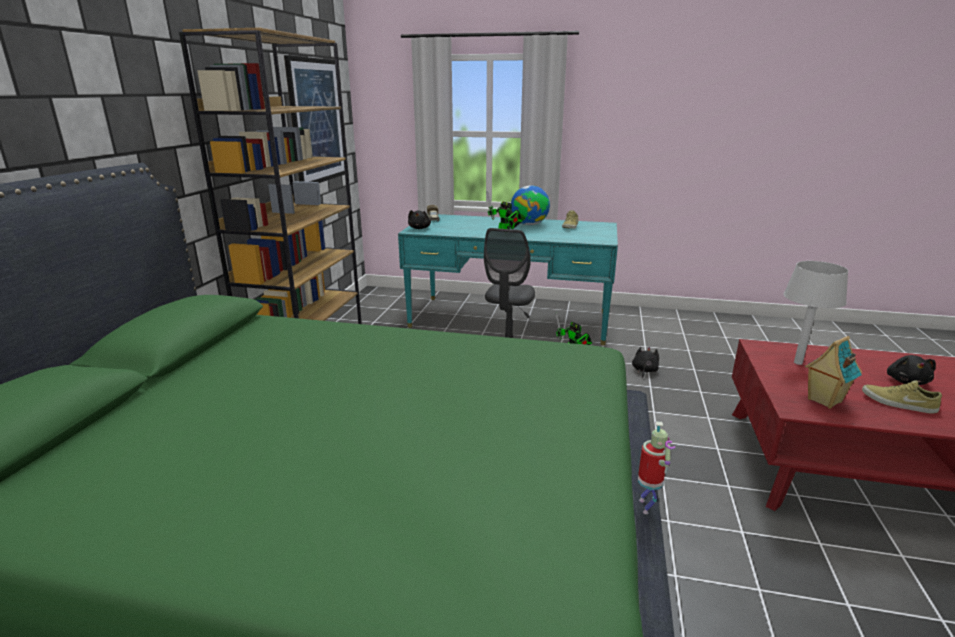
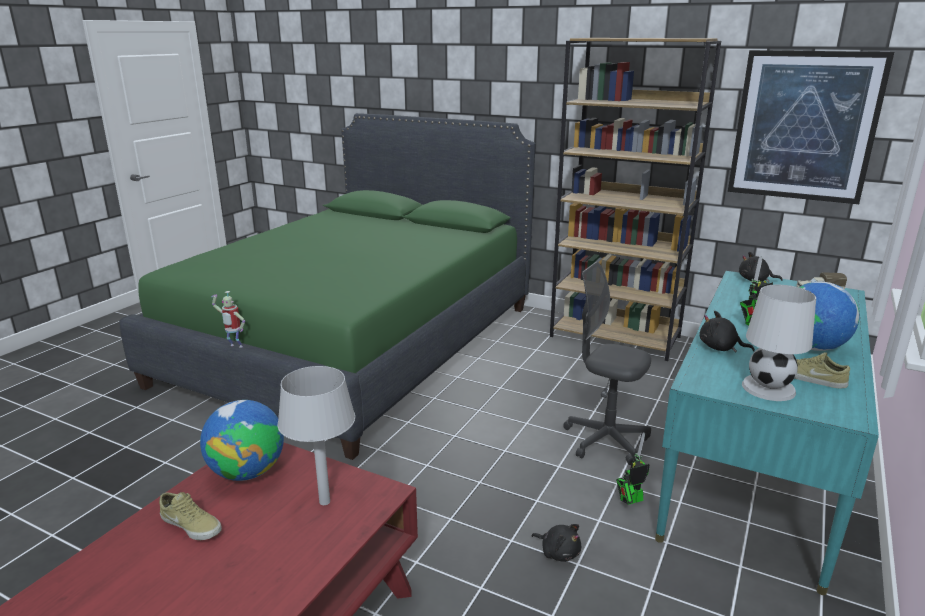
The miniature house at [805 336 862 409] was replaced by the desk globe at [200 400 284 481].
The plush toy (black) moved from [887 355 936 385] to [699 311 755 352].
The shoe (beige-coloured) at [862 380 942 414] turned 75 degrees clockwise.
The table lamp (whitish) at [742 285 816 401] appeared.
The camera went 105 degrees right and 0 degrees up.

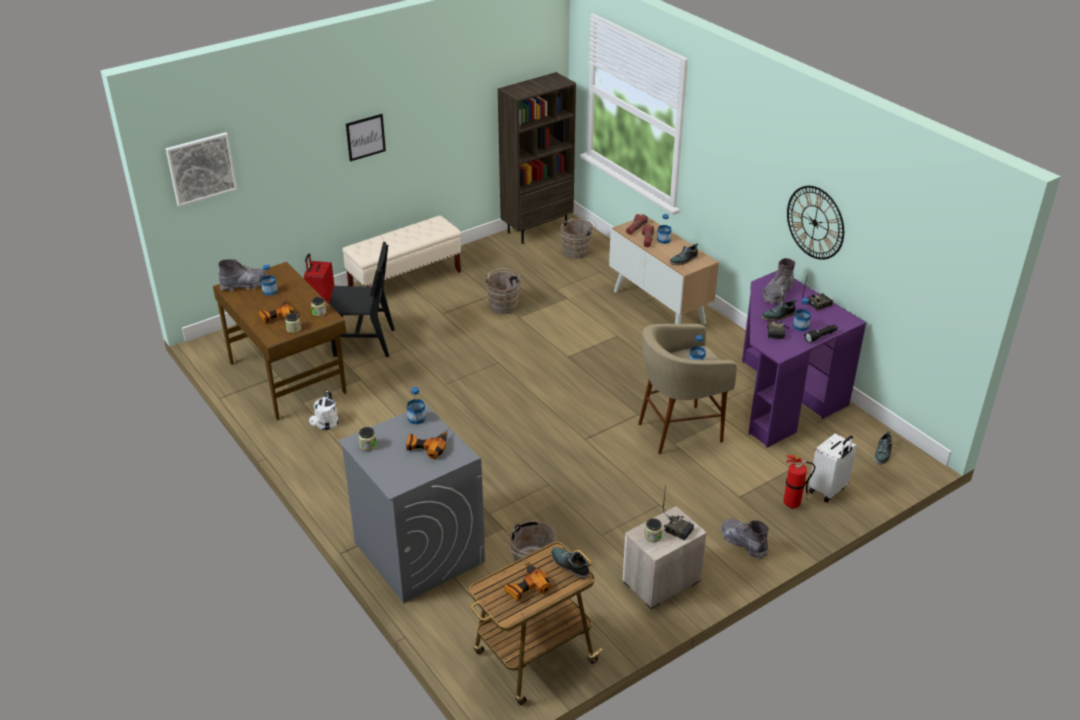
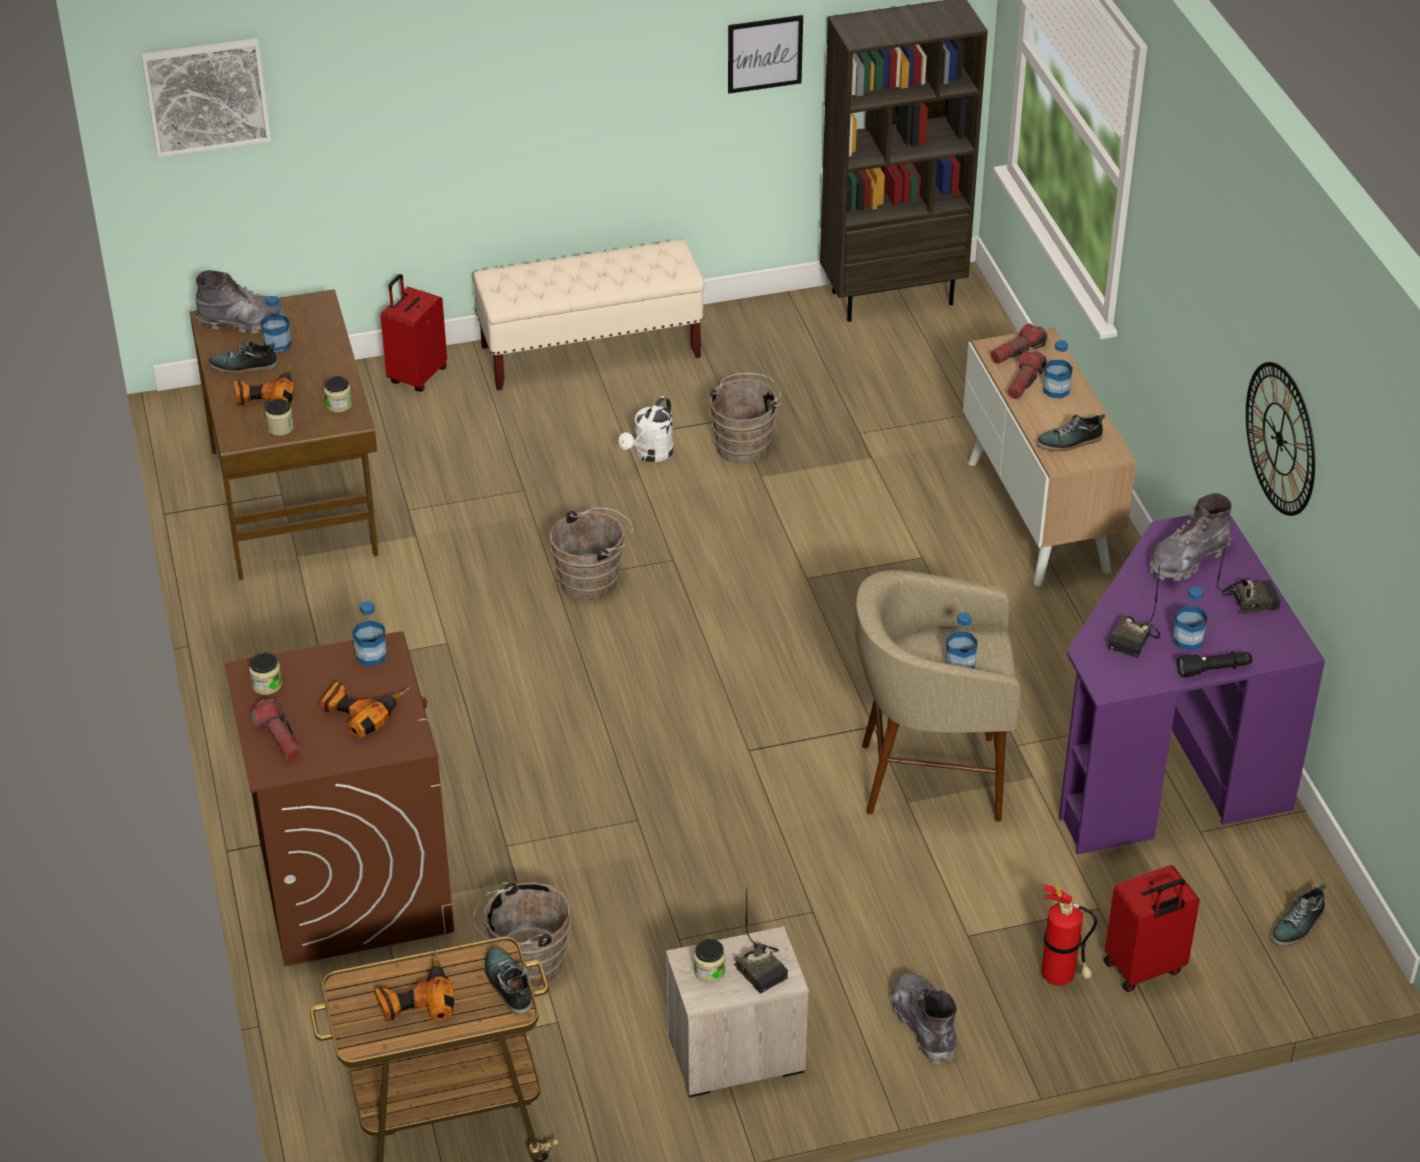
The wall picture moved from [346 114 386 161] to [728 15 803 94].
The water bucket (brownish) moved from [560 217 596 259] to [549 508 633 601].
The upright chair (black) at [329 242 395 357] disappeared.
The shoe moved from [761 299 797 321] to [209 340 277 374].
The watering can (whitish) moved from [309 391 339 430] to [619 396 674 462].
The laundry machine (grey) at [338 404 485 603] became the laundry machine (brownish) at [225 631 454 966].
The piece of luggage (whitish) at [809 433 857 503] became the piece of luggage (red-coloured) at [1104 865 1200 992].
The hand torch at [250 698 302 761] appeared.
The camera went 20 degrees right and 5 degrees up.

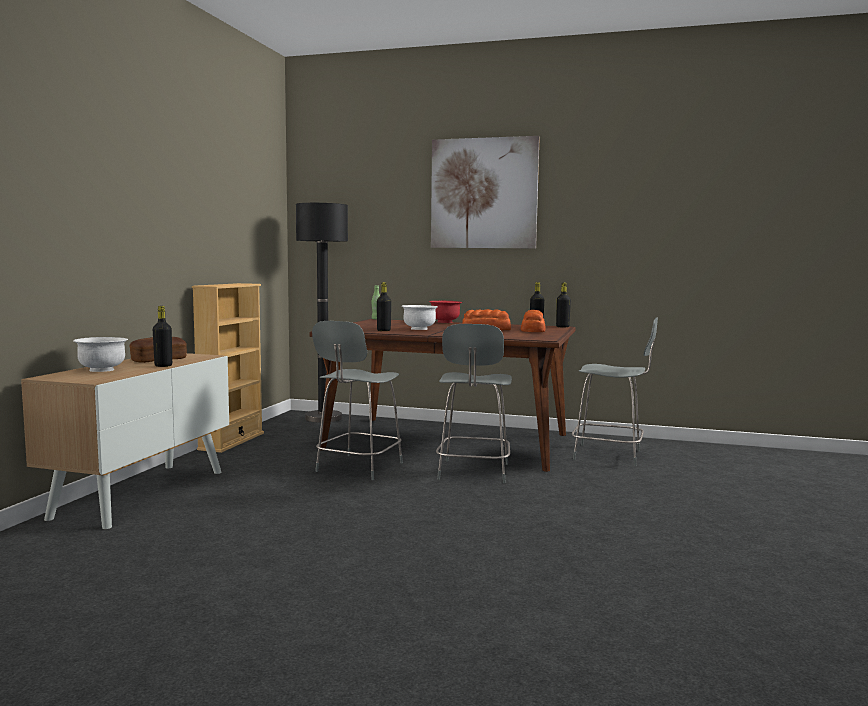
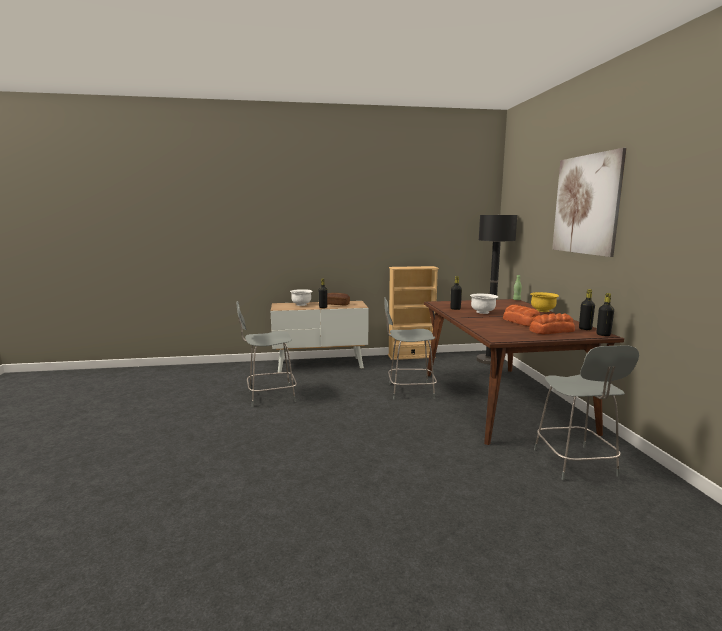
The serving bowl (red-coloured) at [429 301 462 323] became the serving bowl (yellowish) at [530 292 559 312].
The upright chair (grey) moved from [436 324 512 483] to [236 301 297 407].
The camera went 65 degrees right and 5 degrees up.

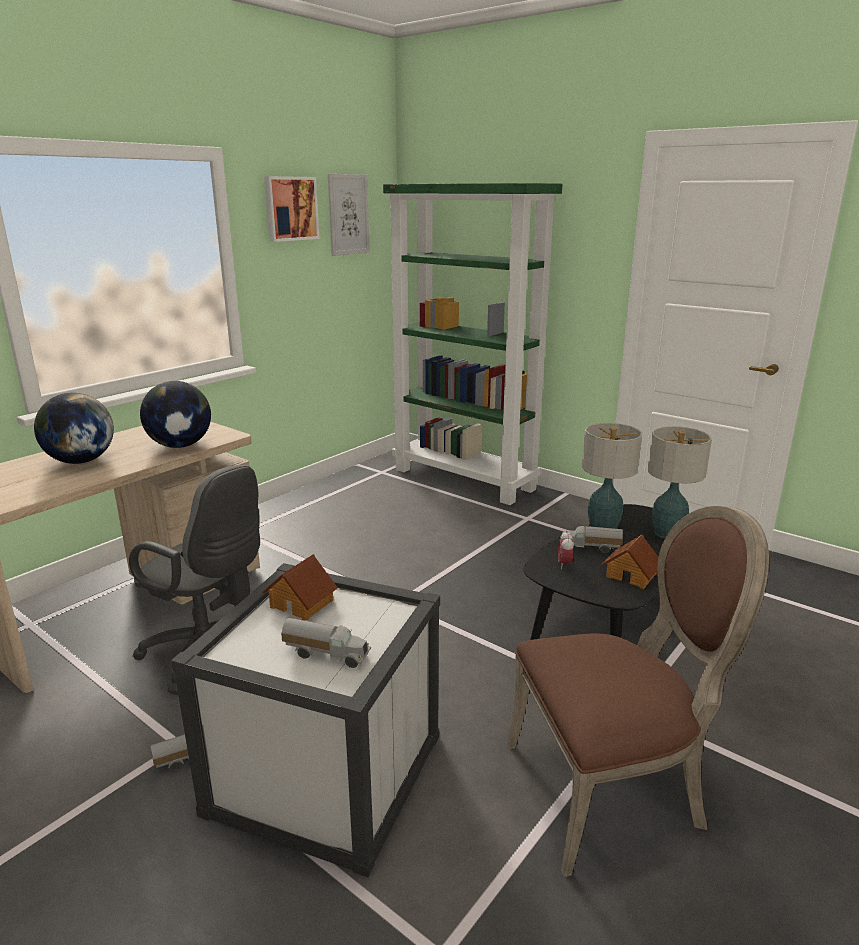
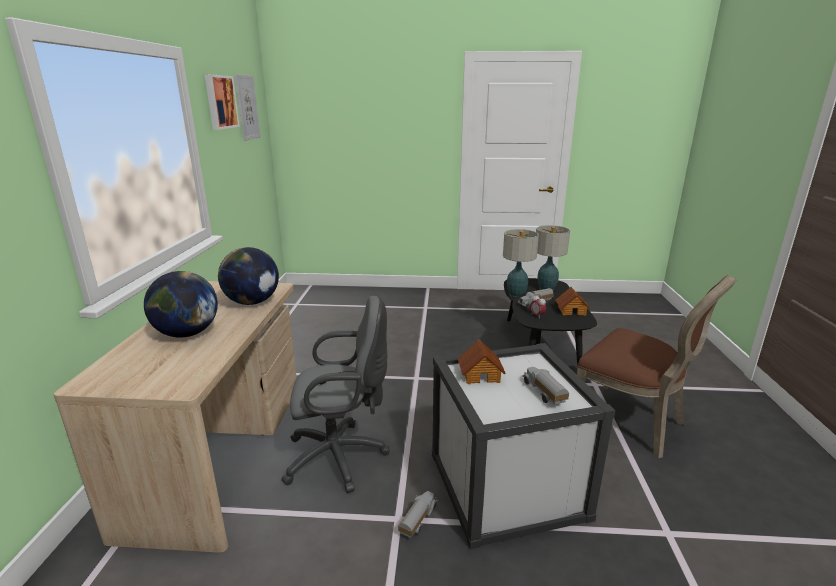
The shelving unit (green-coloured) at [383 183 563 505] disappeared.
The upright chair (brownish) at [507 506 769 877] turned 90 degrees clockwise.
The toy truck at [281 618 371 668] turned 90 degrees counterclockwise.
The camera went 35 degrees left and 0 degrees up.

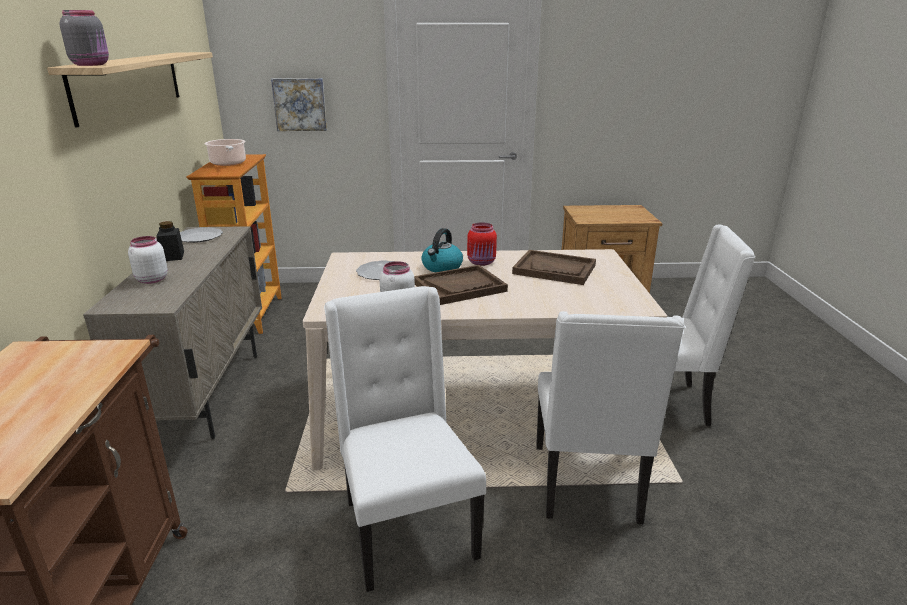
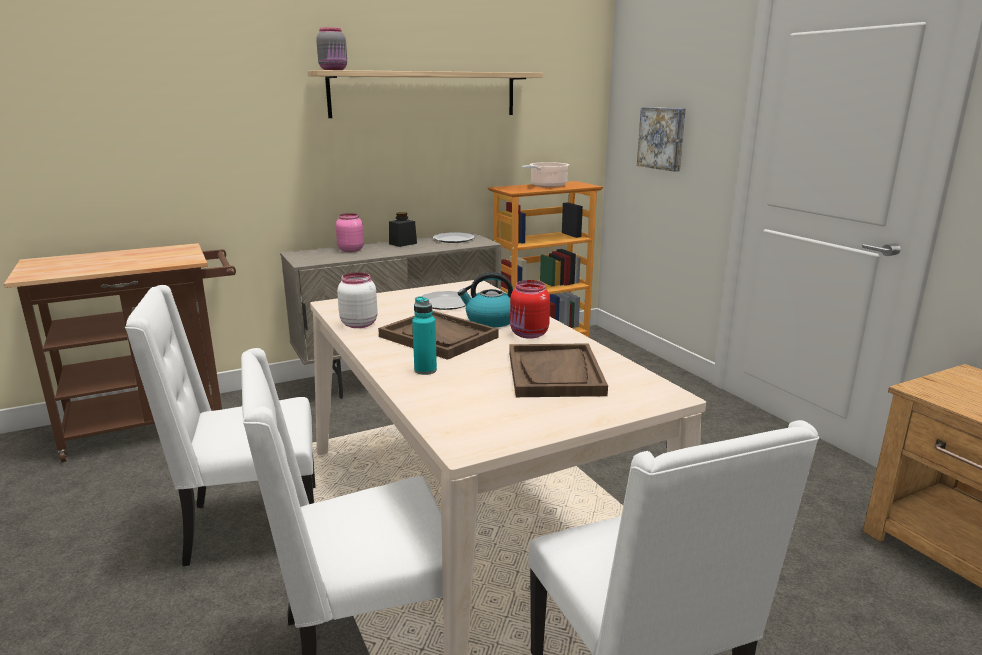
The preserve jar (whitish) at [128 236 168 284] became the preserve jar (pink) at [336 213 364 252].
The upright chair (whitish) at [324 286 486 592] turned 150 degrees counterclockwise.
The beverage bottle (turquoise-coloured) at [412 296 437 375] appeared.
The camera went 65 degrees right and 5 degrees down.

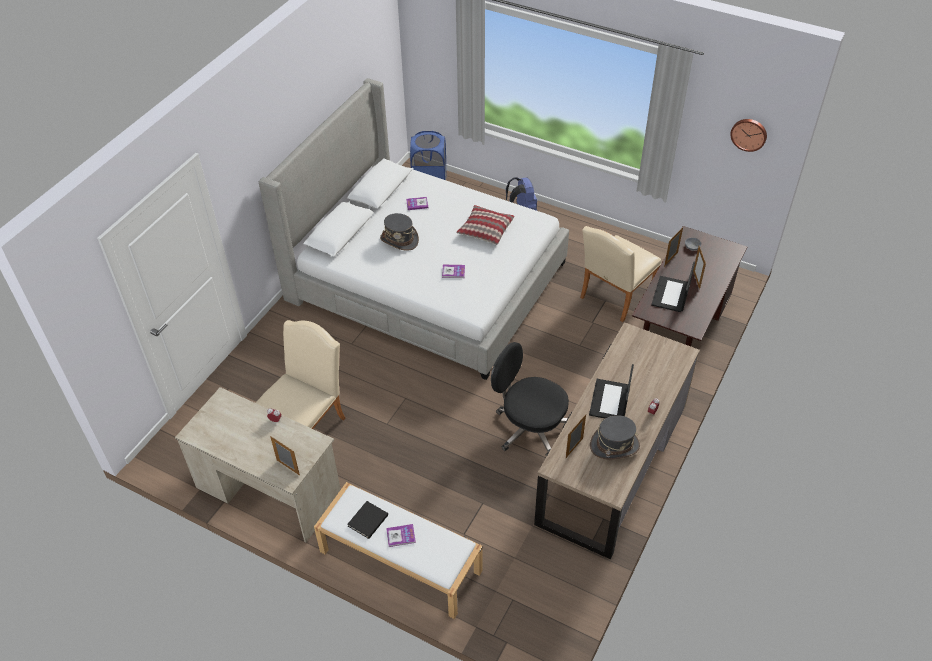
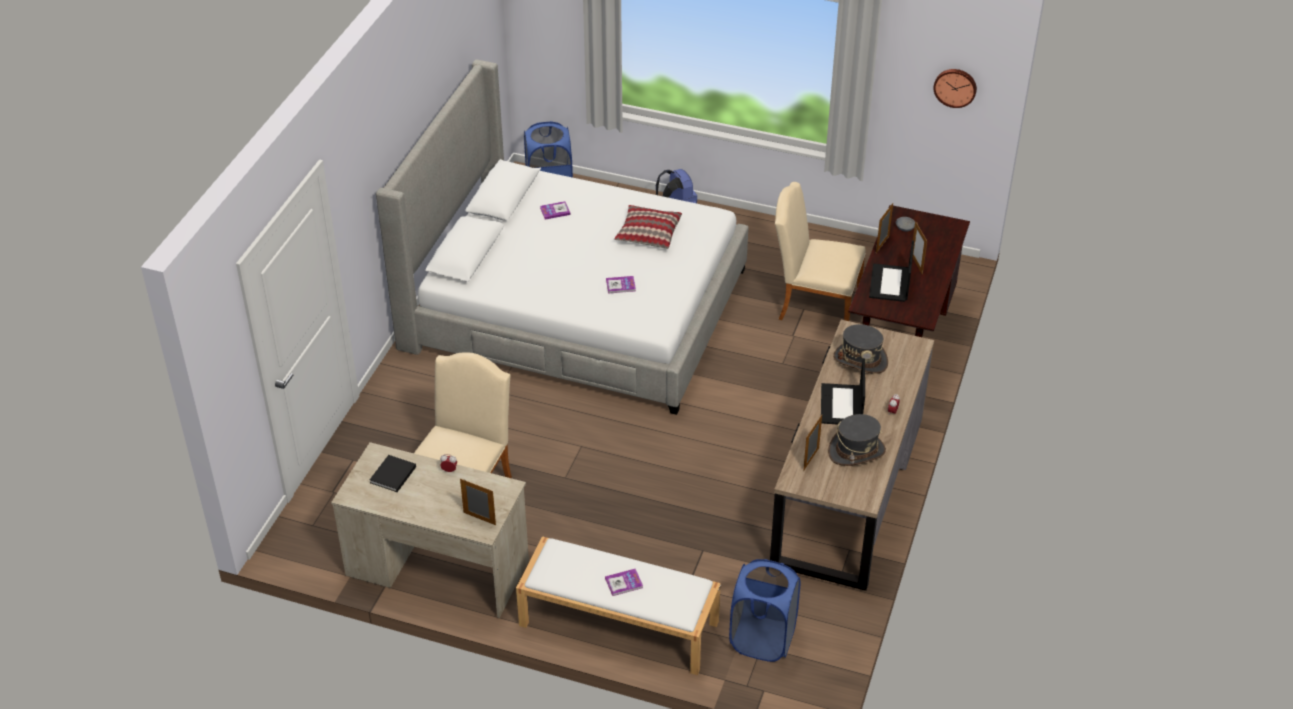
The hat (grey) moved from [380 213 419 251] to [833 324 888 374].
The upright chair (beige-coloured) at [580 226 661 322] turned 75 degrees clockwise.
The office chair (black) at [491 342 569 457] disappeared.
The bound book (black) moved from [347 501 388 539] to [370 455 416 492].
The hamper (bluish) at [729 559 800 662] appeared.
The camera went 10 degrees left and 5 degrees down.

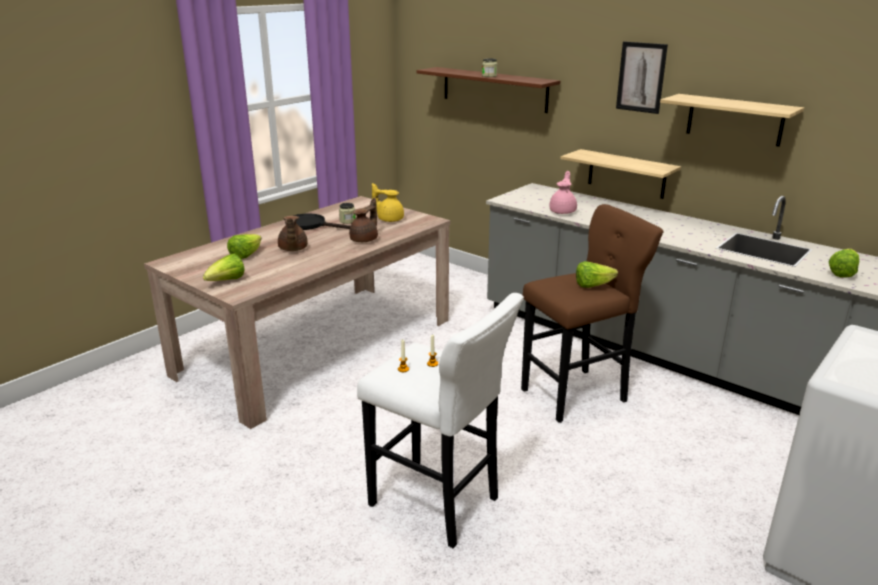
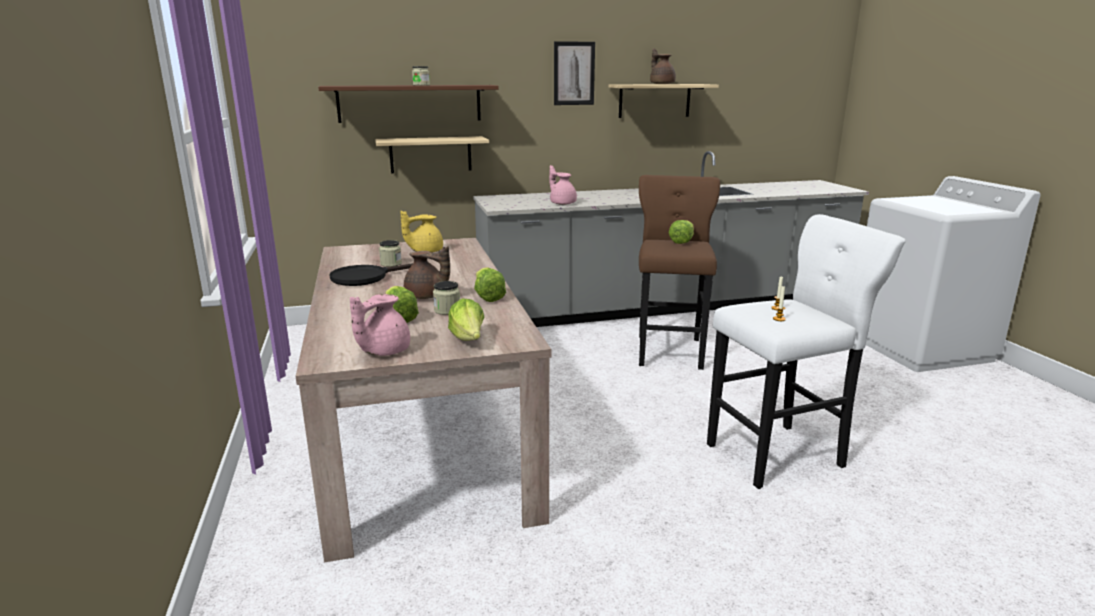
The shelf moved from [560 149 681 199] to [375 136 489 173].
The pot for tea (brownish) moved from [349 198 378 242] to [650 48 676 84].
The head of lettuce moved from [829 249 859 278] to [474 268 506 302].
The preserve jar at [433 281 460 315] appeared.
The pot for tea (pink) at [350 294 410 356] appeared.
The camera went 55 degrees left and 5 degrees down.

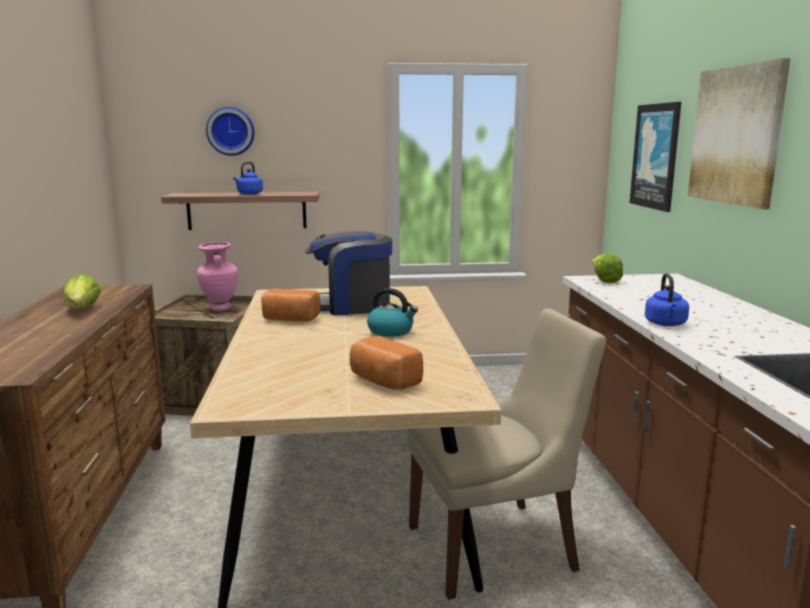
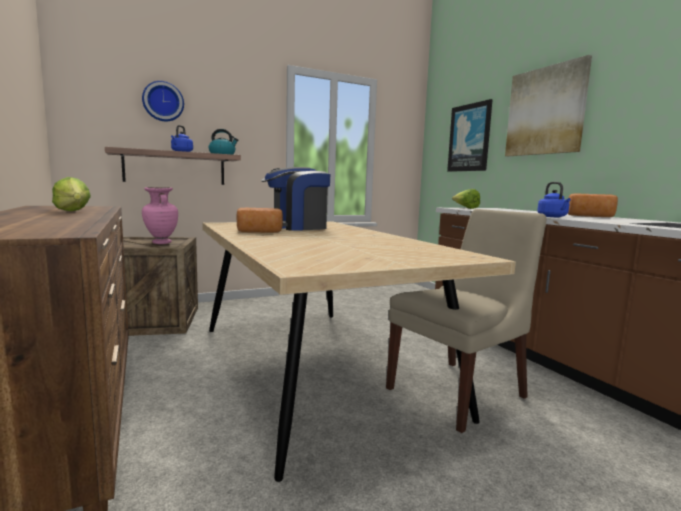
The kettle moved from [367 288 418 337] to [209 129 238 154].
The baked bread moved from [350 336 423 390] to [568 193 618 217].
The camera went 20 degrees left and 5 degrees down.

